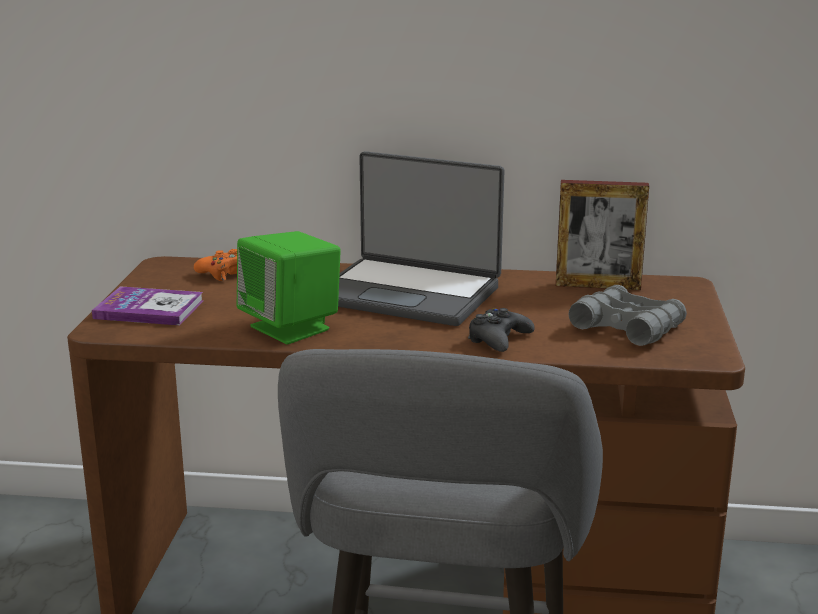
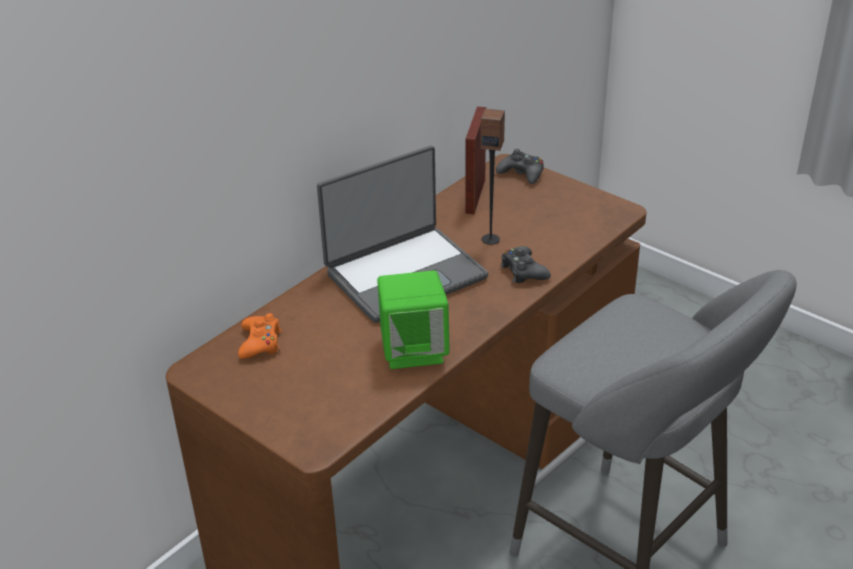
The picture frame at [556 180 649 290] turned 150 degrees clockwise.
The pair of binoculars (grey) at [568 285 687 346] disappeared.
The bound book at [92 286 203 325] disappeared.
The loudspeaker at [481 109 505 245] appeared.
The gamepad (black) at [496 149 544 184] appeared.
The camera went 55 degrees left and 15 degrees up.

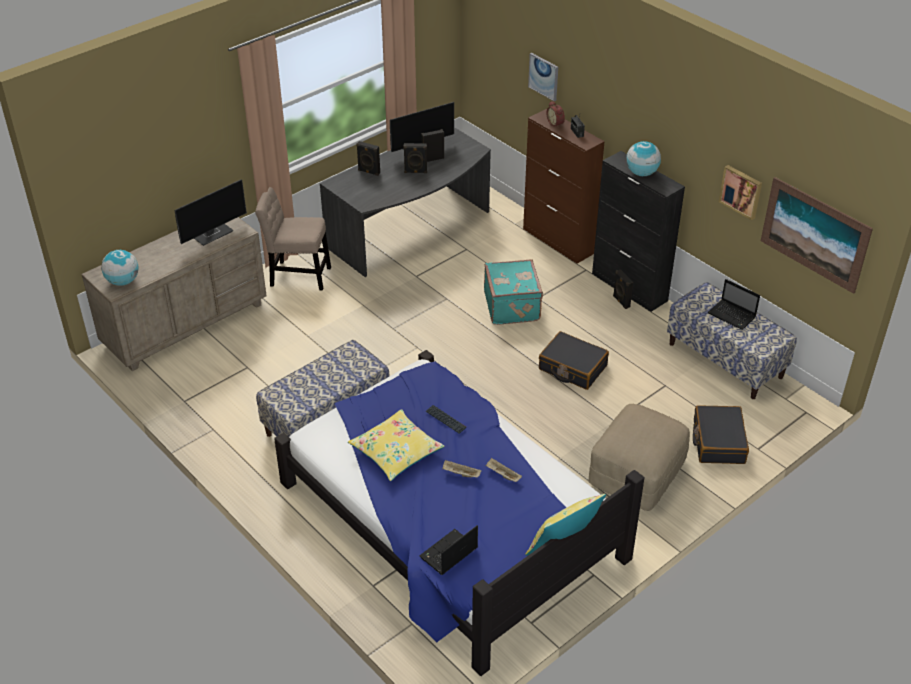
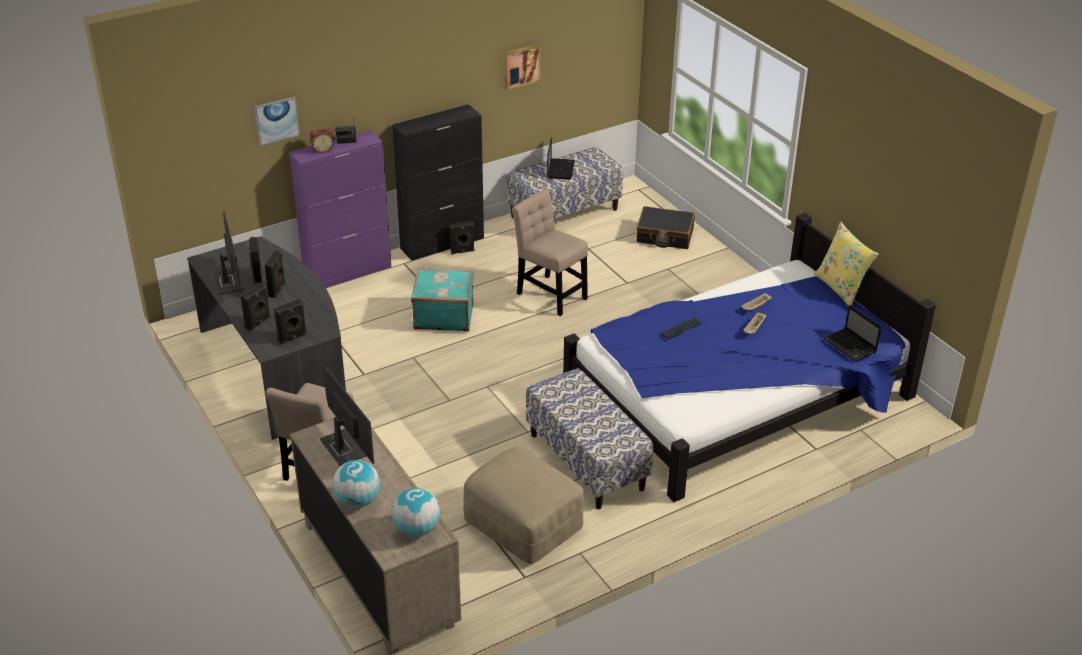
The cabinet (brownish) at [523 109 605 264] became the cabinet (purplish) at [289 130 391 288].
The desk globe moved from [626 141 661 176] to [332 460 380 508].
The wall picture at [761 177 873 294] disappeared.
The notebook computer at [708 279 760 330] turned 45 degrees counterclockwise.
The piece of luggage (black) at [539 331 609 390] was replaced by the upright chair (beige-coloured) at [512 189 588 316].
The footrest (beige-coloured) moved from [589 404 690 511] to [463 447 584 564].
The throw pillow (yellowish) at [348 409 445 481] disappeared.
The loudspeaker (black) at [274 299 307 344] appeared.
The camera went 80 degrees left and 5 degrees down.

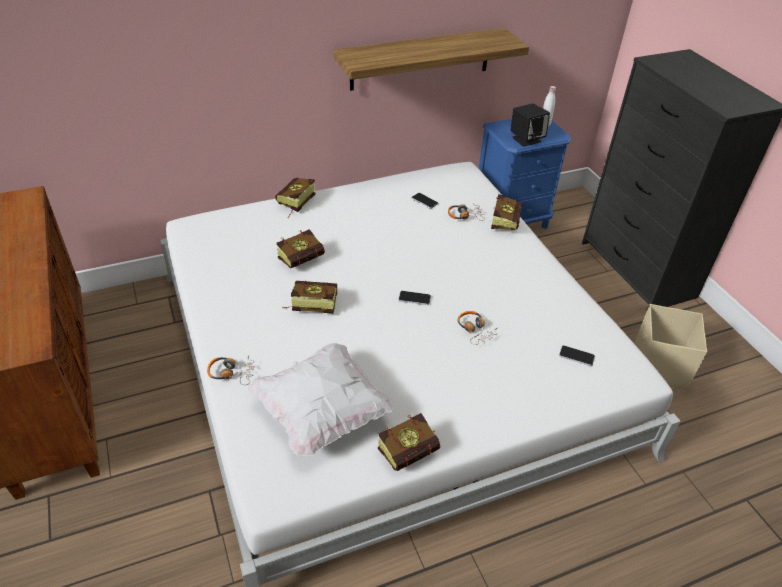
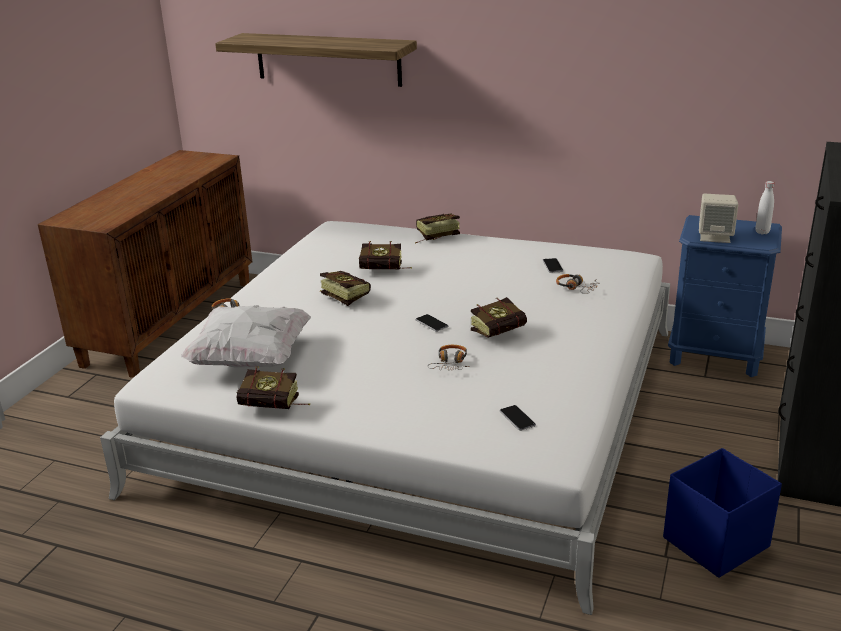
The shelf moved from [334 28 529 91] to [215 33 417 87].
The loudspeaker (black) at [511 104 550 147] became the loudspeaker (beige-coloured) at [699 194 738 243].
The bound book moved from [491 194 523 230] to [471 297 527 338].
The storage container (beige-coloured) at [635 304 707 390] became the storage container (bluish) at [663 448 782 578].
The camera went 45 degrees right and 15 degrees down.

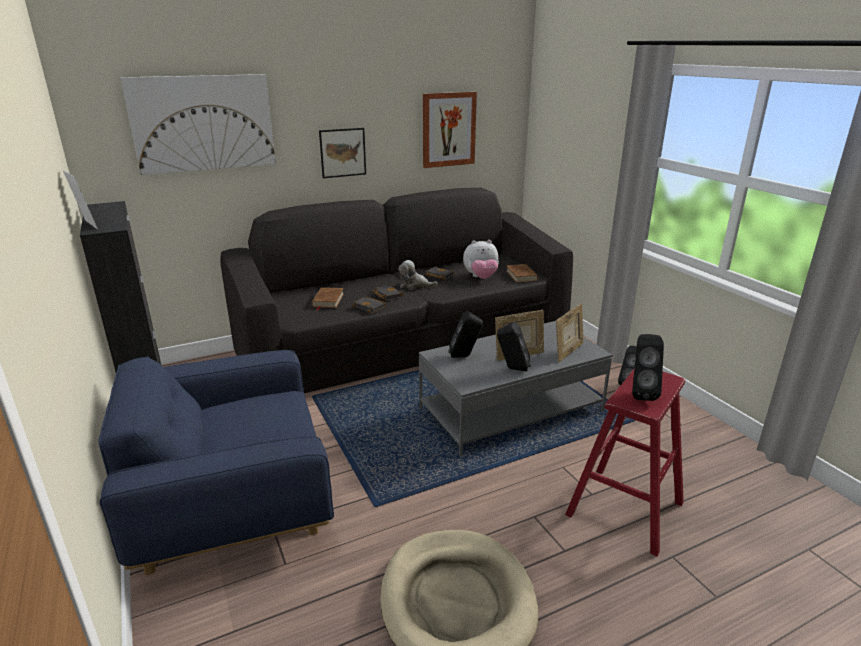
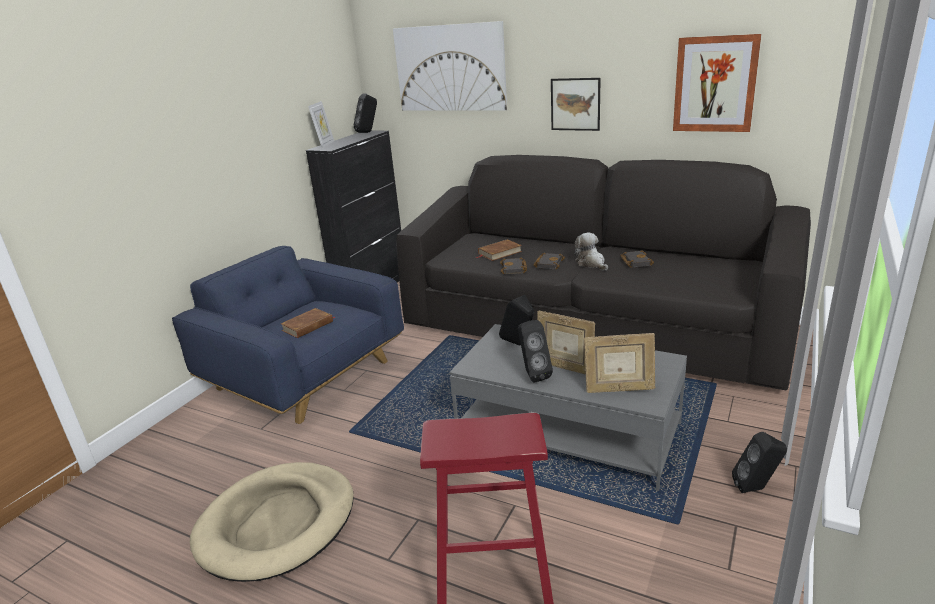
The plush toy at [463 240 499 279] disappeared.
The bound book (brownish) moved from [506 264 538 282] to [281 308 336 338].
The loudspeaker (black) moved from [632 334 664 401] to [353 93 377 133].
The camera went 55 degrees right and 0 degrees up.

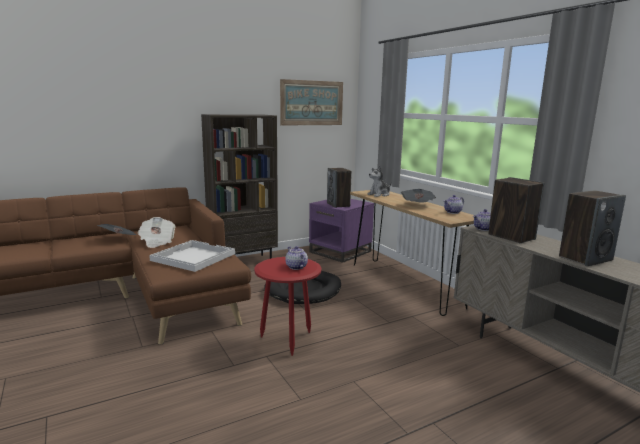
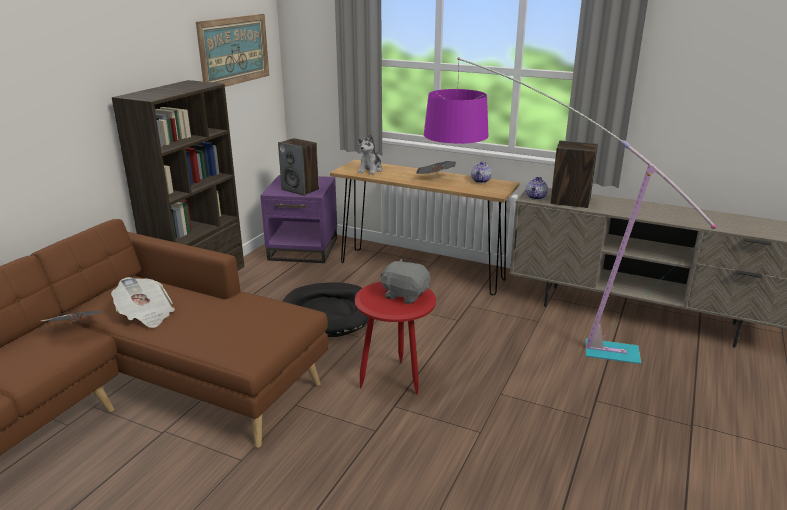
The loudspeaker at [559 190 626 266] disappeared.
The tray (whitish) at [149 240 235 272] disappeared.
The pot for tea at [285 246 308 270] was replaced by the plush toy (grey) at [380 259 430 304].
The floor lamp at [424 57 717 364] appeared.
The camera went 35 degrees left and 10 degrees up.

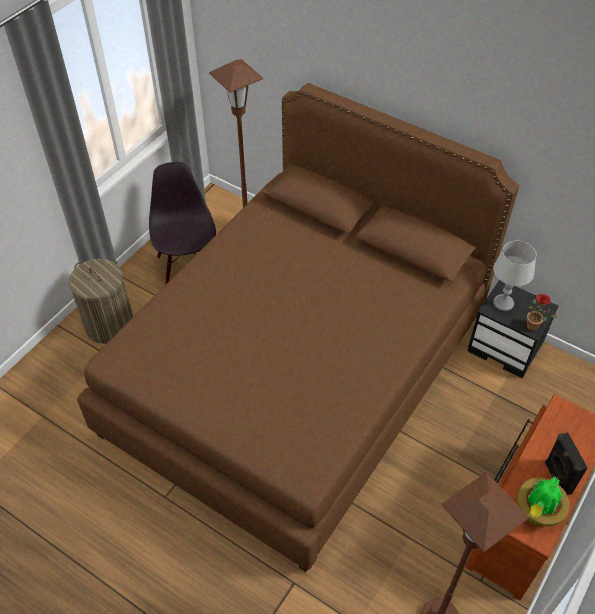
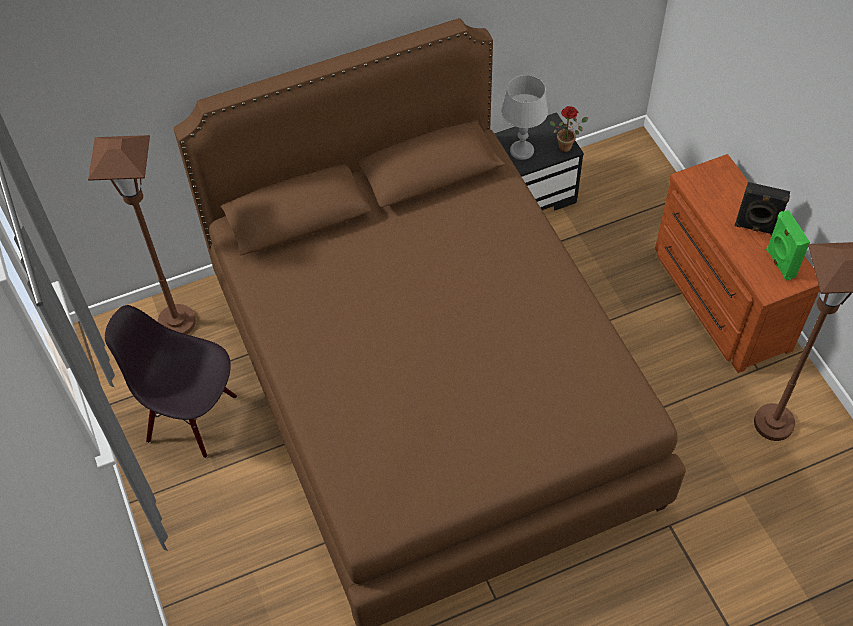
The hamper at [69 259 133 344] disappeared.
The plant in a pot at [517 477 569 526] was replaced by the loudspeaker (green-coloured) at [766 210 810 281].
The camera went 55 degrees left and 5 degrees up.

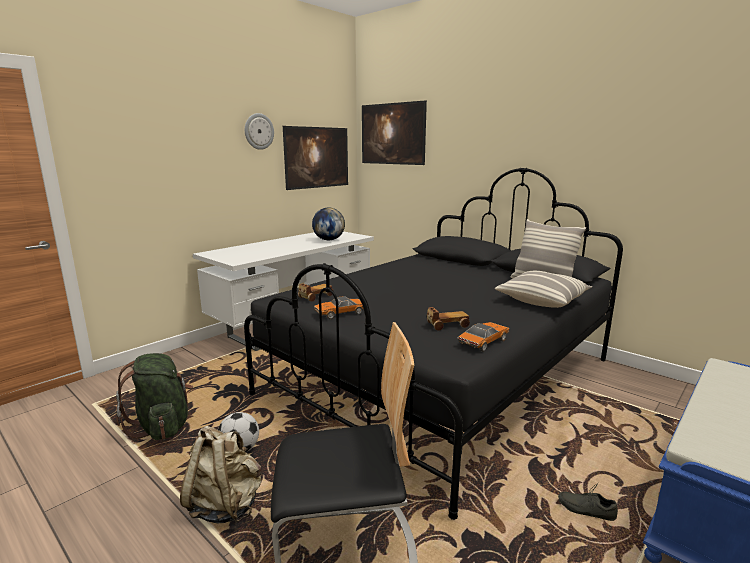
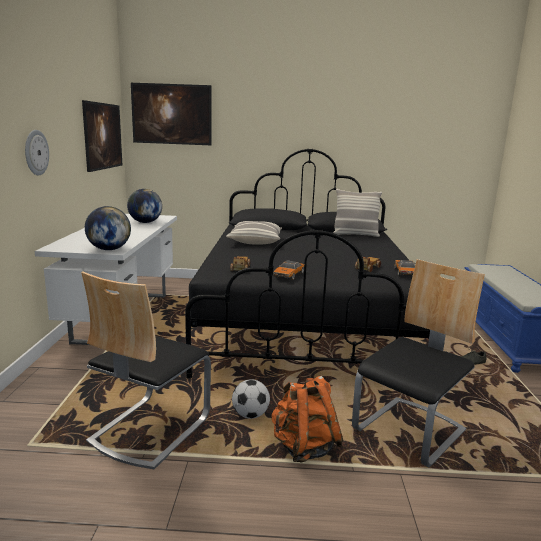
The hanging clock moved from [245 113 274 150] to [25 130 49 175].
The throw pillow moved from [495 271 592 308] to [226 221 282 245].
The backpack (green-coloured) at [116 353 193 440] was replaced by the upright chair at [81 272 211 469].
The backpack (beige-coloured) at [180 426 262 523] became the backpack (orange-coloured) at [271 376 343 462].
The desk globe at [85 206 131 250] appeared.
The camera went 40 degrees left and 0 degrees up.

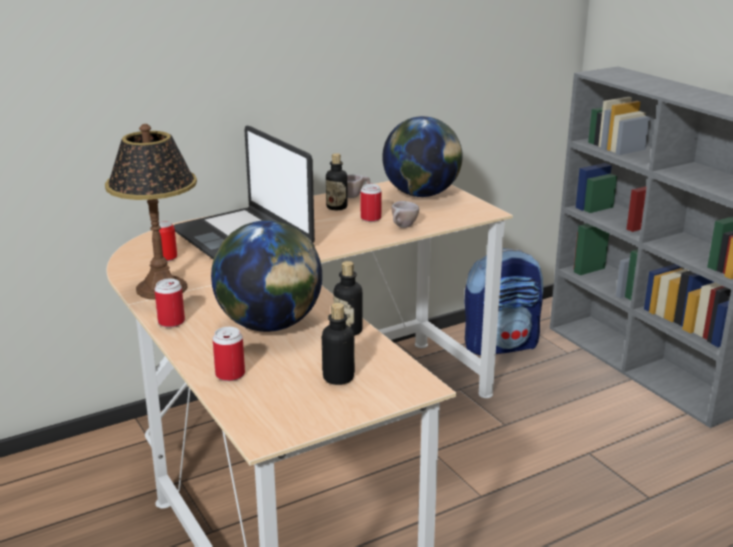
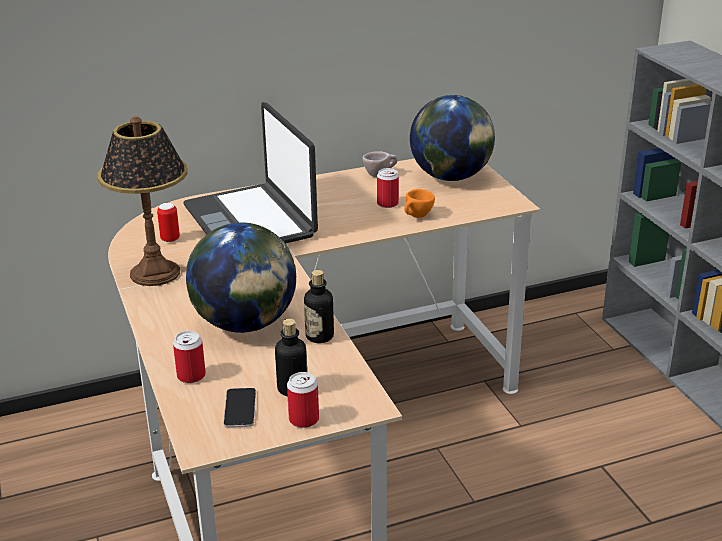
The beverage bottle at [326 153 348 210] disappeared.
The drinking cup (beige-coloured) at [392 201 419 228] became the drinking cup (orange-coloured) at [404 189 435 218].
The backpack at [464 248 543 355] disappeared.
The can moved from [154 279 185 328] to [287 372 319 428].
The handset at [223 388 256 428] appeared.
The camera went 10 degrees right and 5 degrees up.

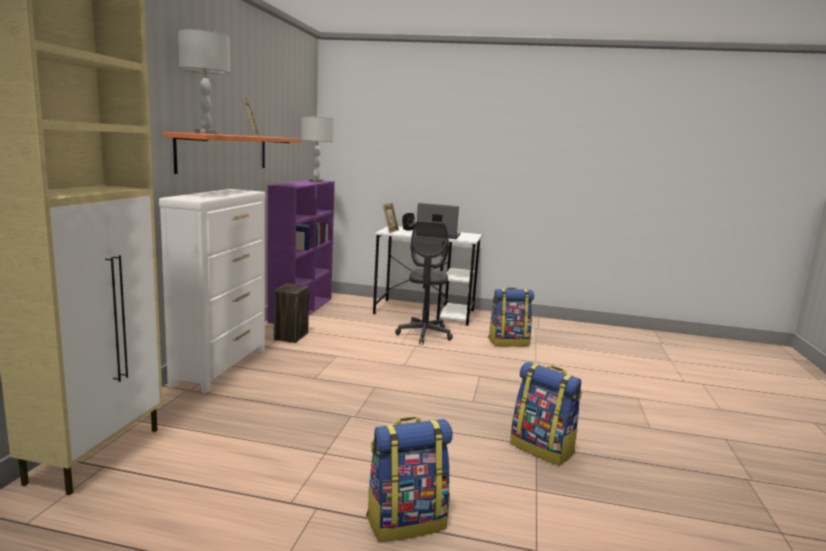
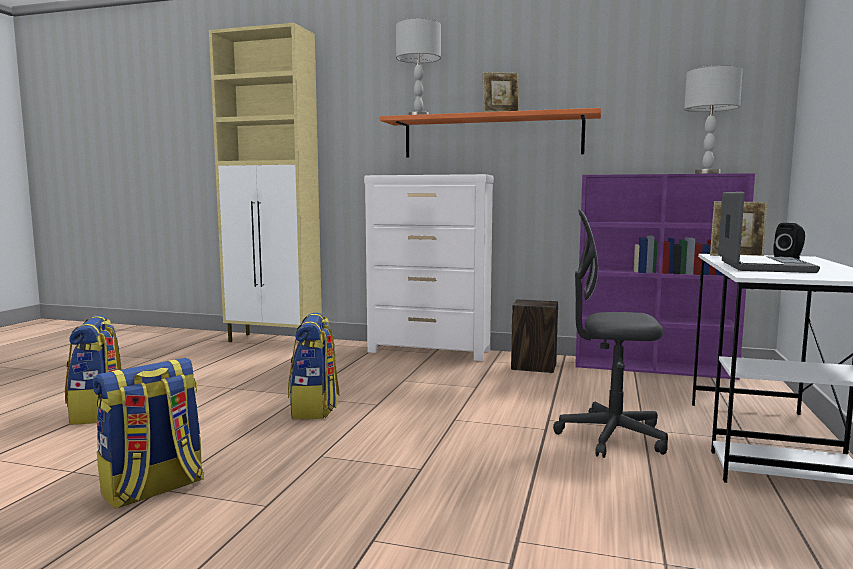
The backpack moved from [488 288 534 346] to [288 313 339 419].
The camera went 95 degrees right and 5 degrees down.

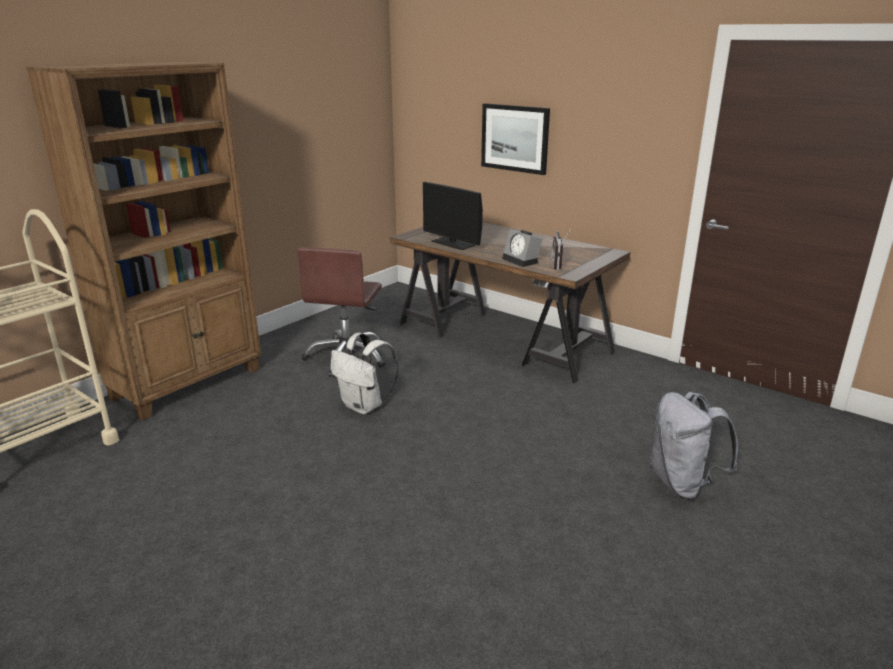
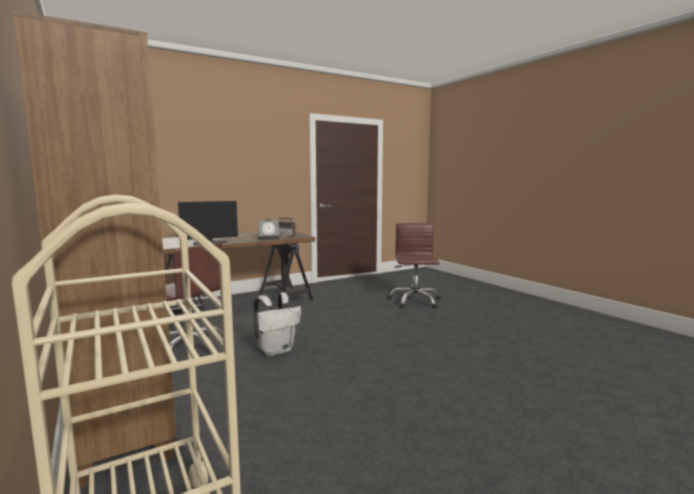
The wall picture at [481 103 550 175] disappeared.
The backpack (grey) at [650 392 738 499] was replaced by the office chair (brownish) at [387 223 441 308].
The camera went 70 degrees left and 15 degrees down.

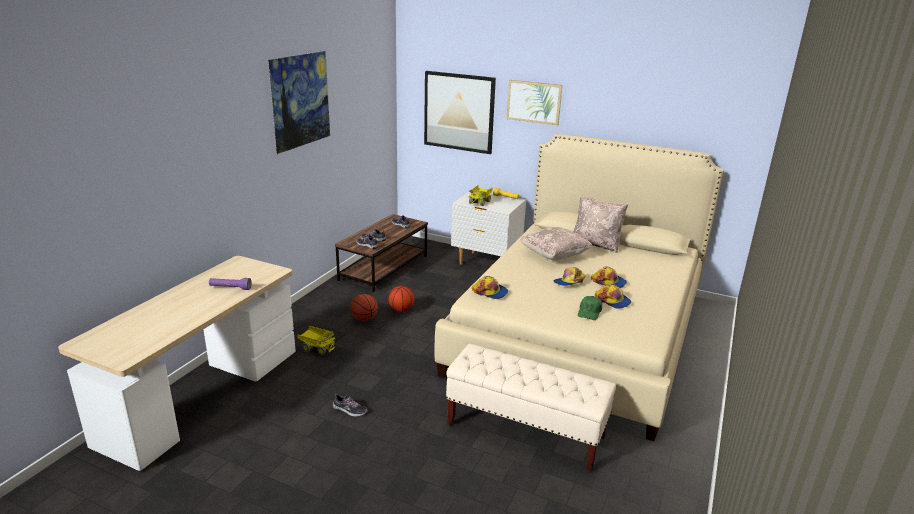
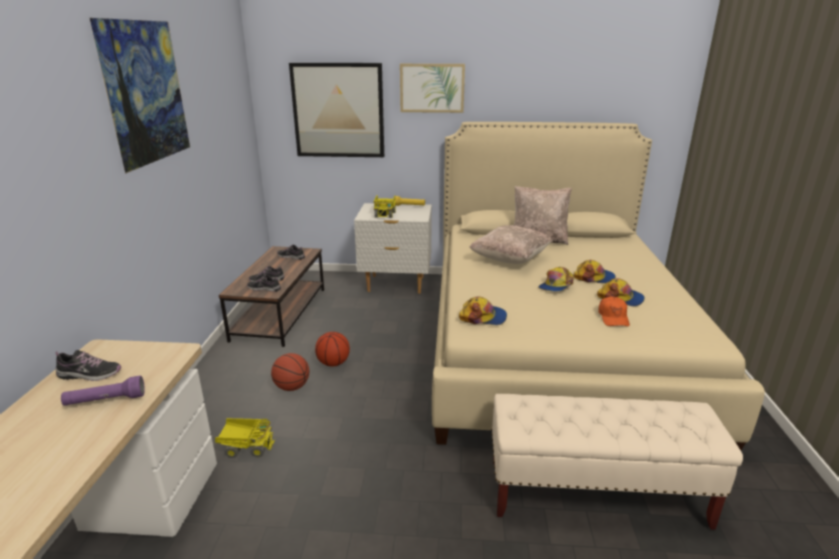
The cap (green-coloured) at [578 296 602 320] became the cap (orange-coloured) at [598 297 630 326].
The shoe moved from [333 393 368 417] to [55 350 121 381].
The camera went 20 degrees left and 0 degrees up.

